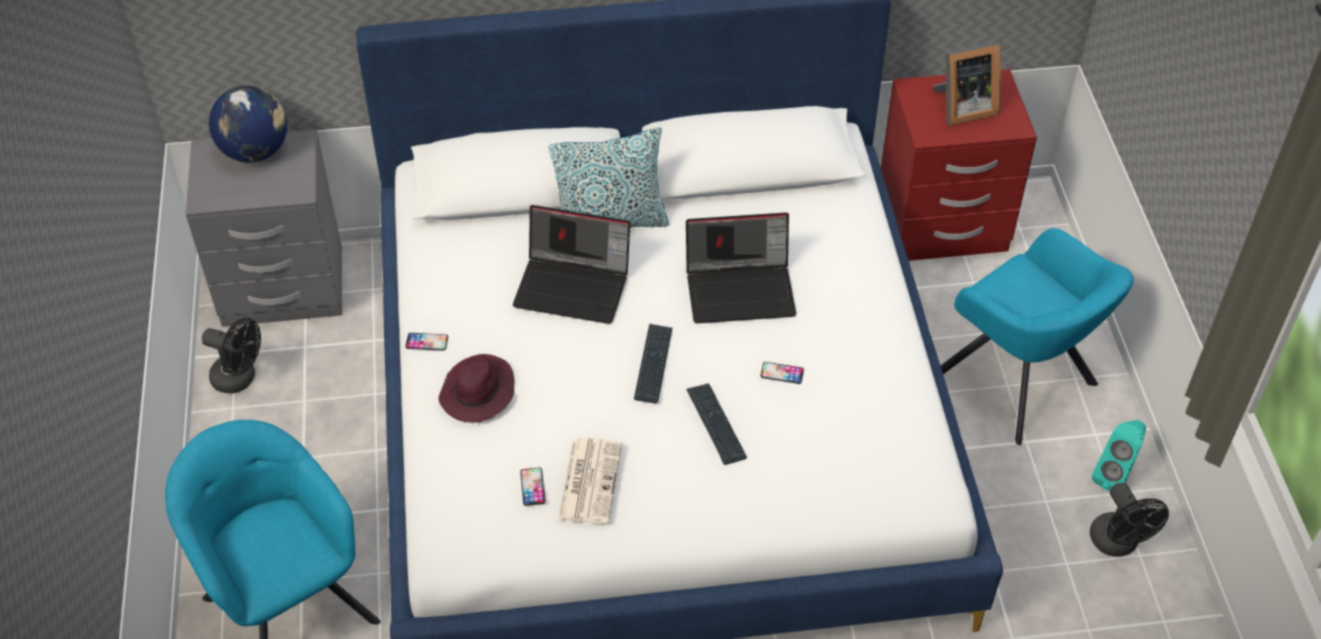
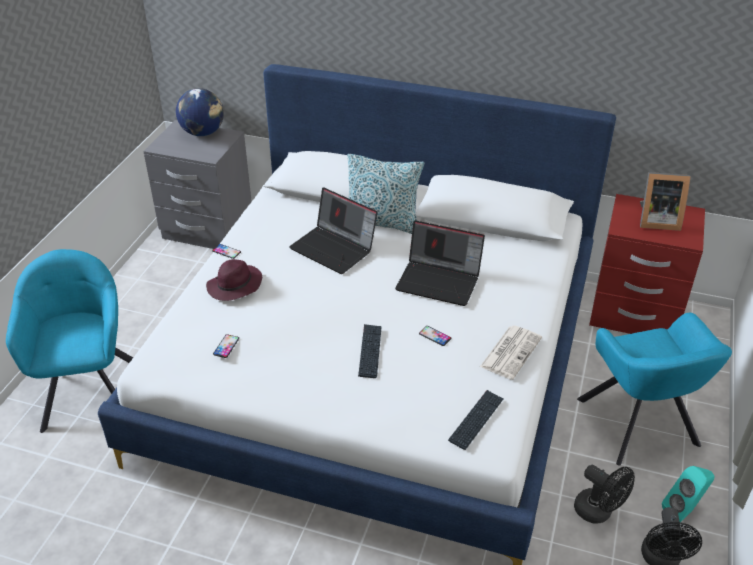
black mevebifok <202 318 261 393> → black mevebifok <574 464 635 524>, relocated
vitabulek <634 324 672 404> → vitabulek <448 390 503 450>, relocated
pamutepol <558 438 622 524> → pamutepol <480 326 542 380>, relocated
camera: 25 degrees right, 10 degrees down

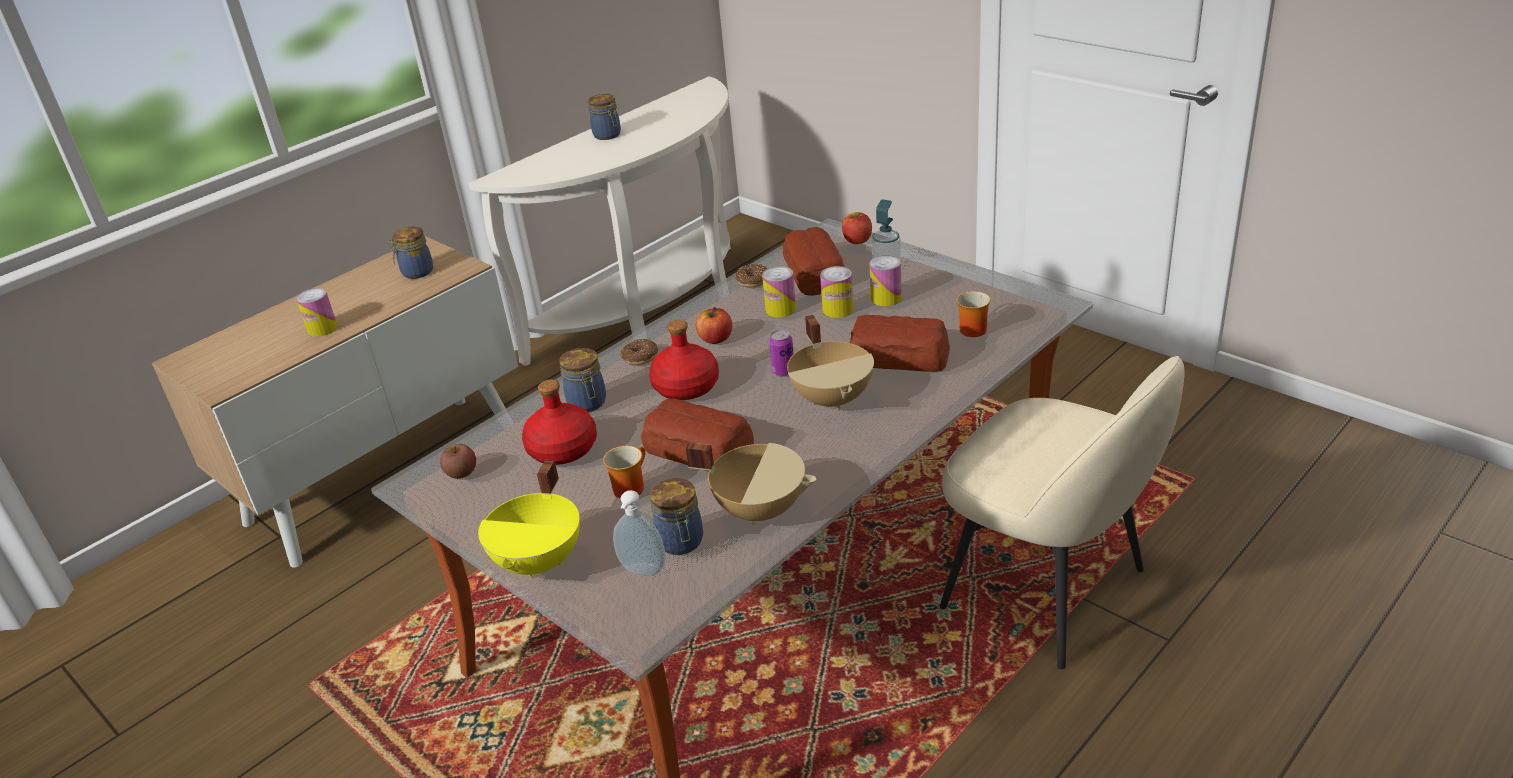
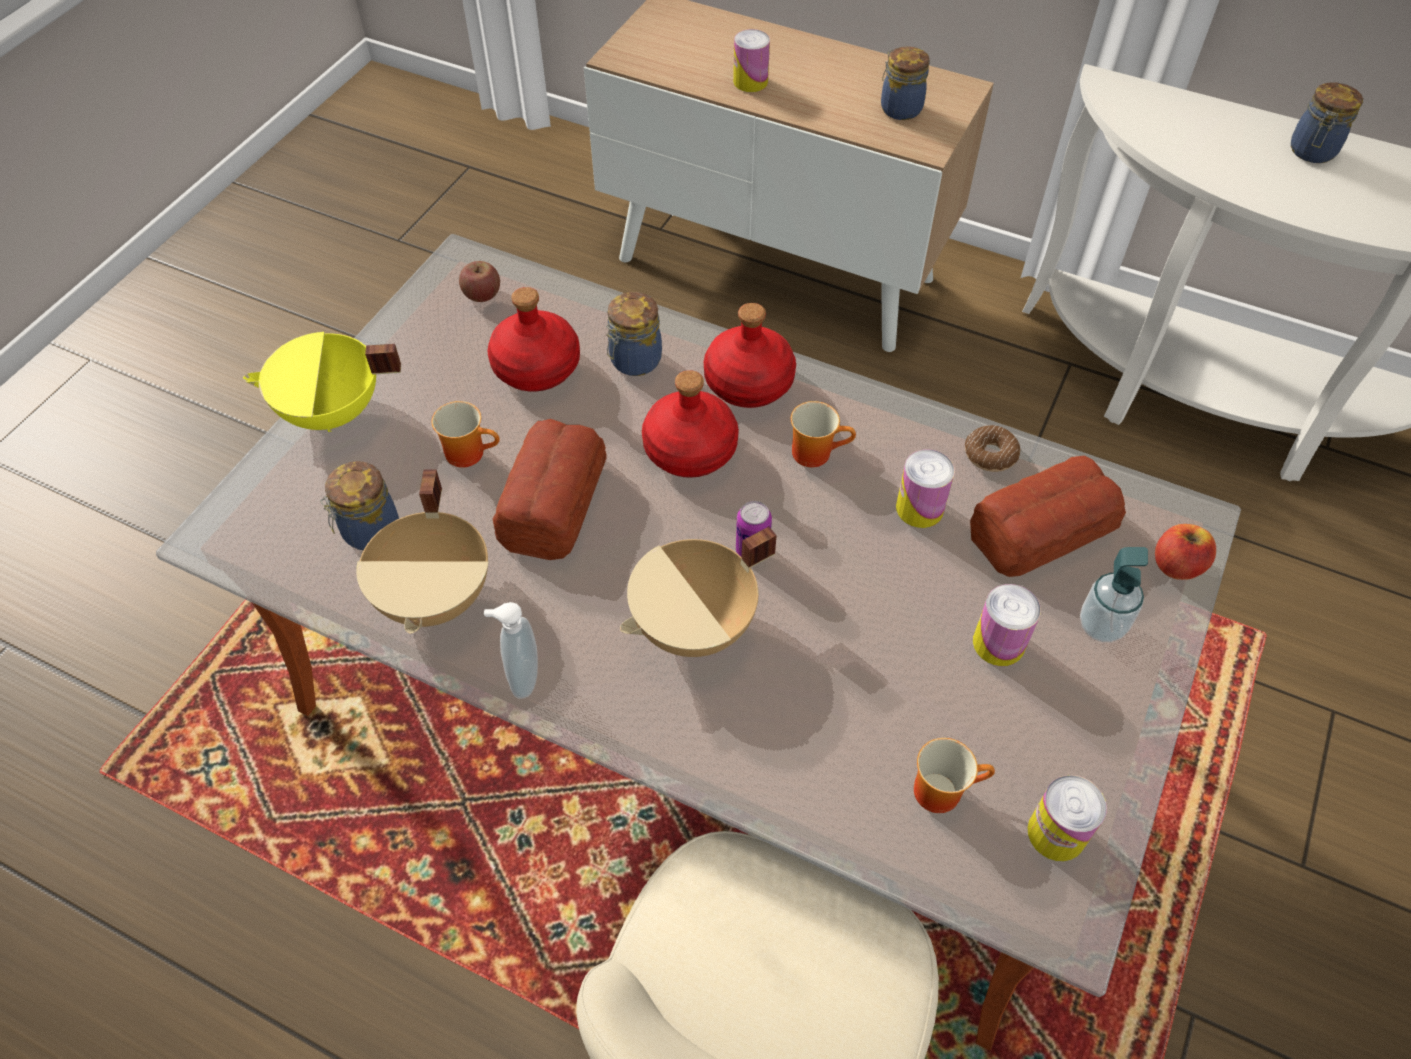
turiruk <820 266 853 318> → turiruk <1027 775 1107 862>, relocated
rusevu <696 307 732 344> → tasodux <791 401 856 468>
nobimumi <850 315 950 372> → -
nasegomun <621 339 658 365> → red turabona <704 303 796 408>
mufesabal <613 490 666 576> → mufesabal <484 602 538 699>, relocated
camera: 70 degrees right, 20 degrees up

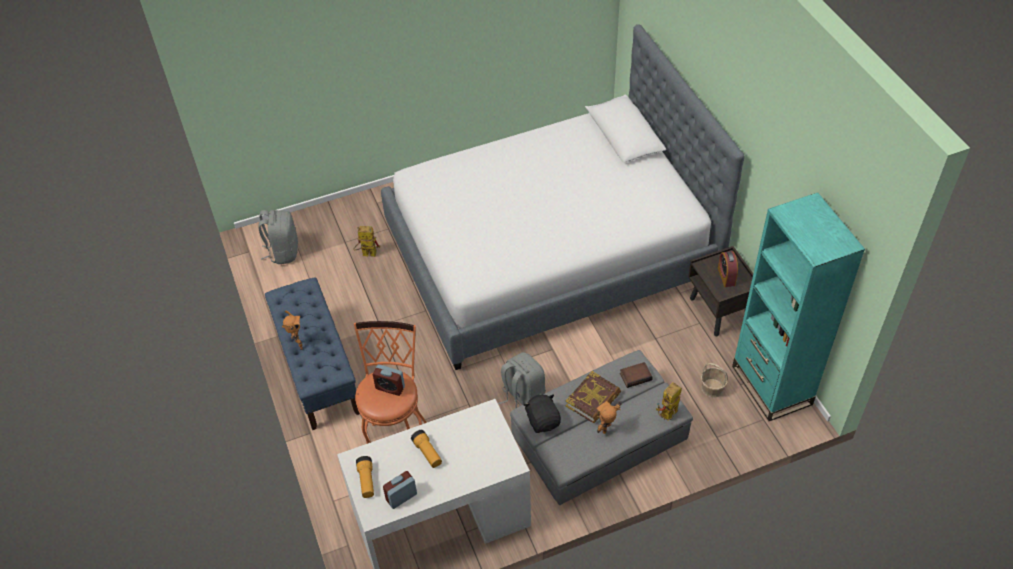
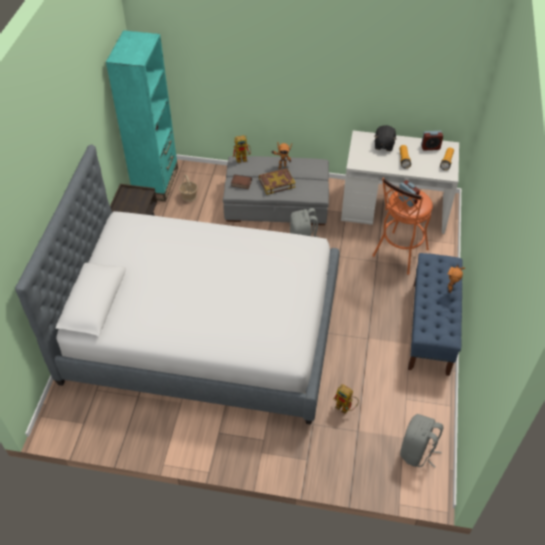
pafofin <718 251 738 287> → -
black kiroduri <524 394 561 433> → black kiroduri <374 125 396 151>, relocated
camera: 150 degrees left, 0 degrees up

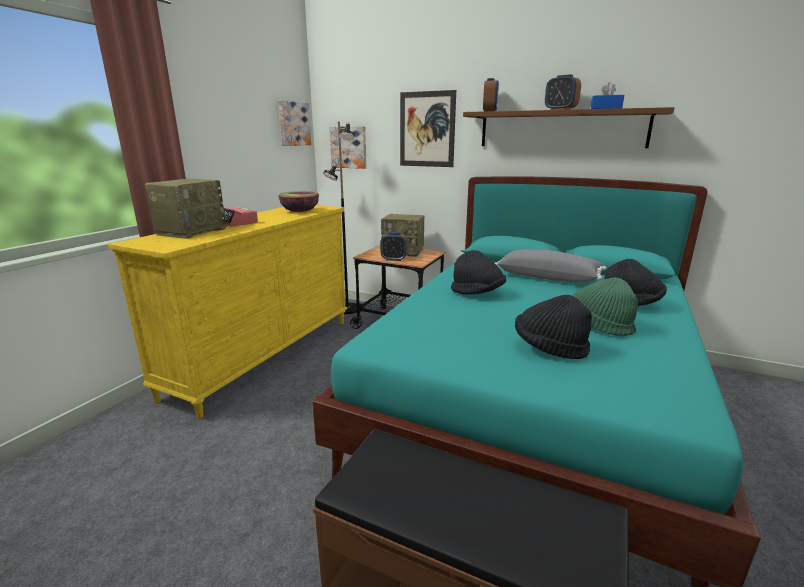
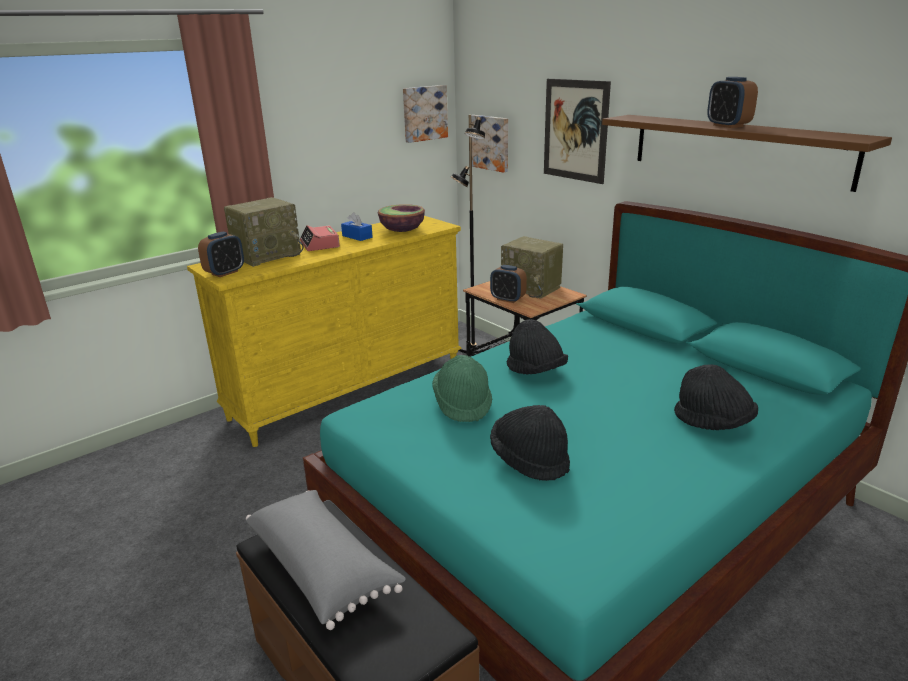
pafofin <483 78 499 111> → pafofin <198 232 244 277>, relocated
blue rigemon <591 82 624 109> → blue rigemon <341 212 373 241>, relocated
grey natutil <495 249 607 283> → grey natutil <246 490 406 630>, relocated
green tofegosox <572 278 638 336> → green tofegosox <432 355 493 422>, relocated
camera: 25 degrees right, 5 degrees up

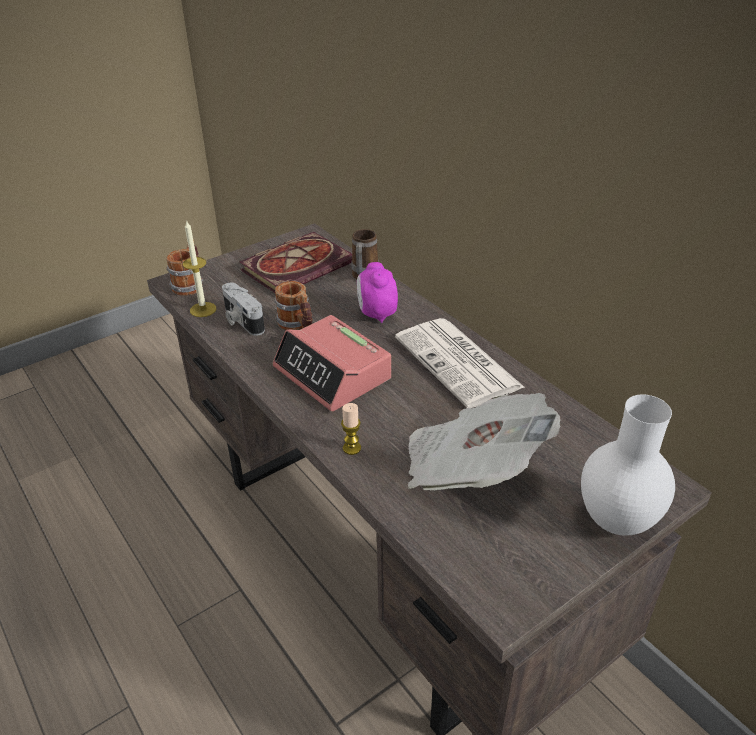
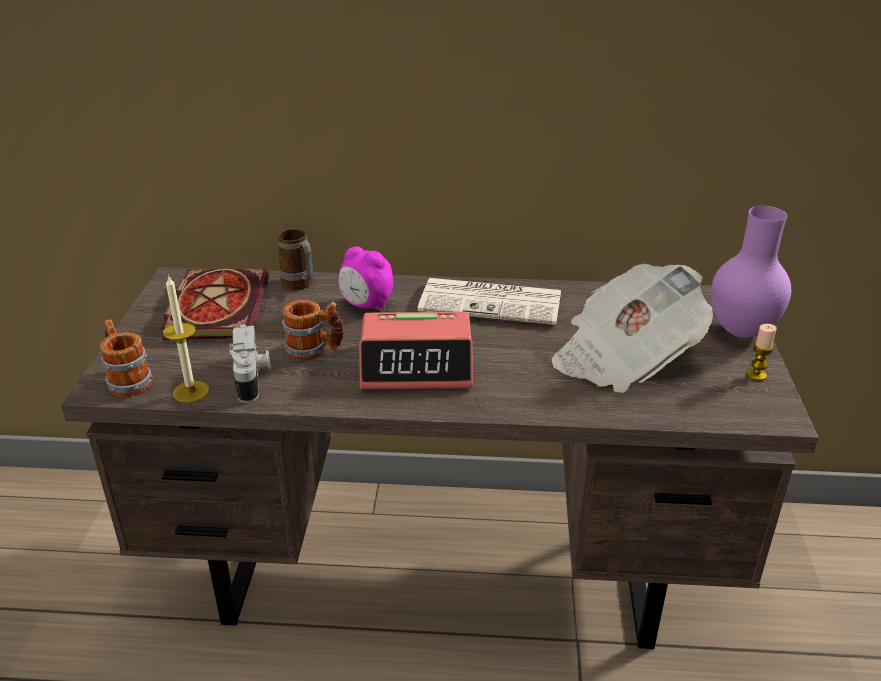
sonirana <222 283 265 336> → sonirana <229 324 271 403>, 105 degrees counterclockwise
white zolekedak <581 394 675 536> → purple zolekedak <711 206 791 338>
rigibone <341 403 361 455> → rigibone <747 324 777 381>, relocated
camera: 50 degrees left, 5 degrees down

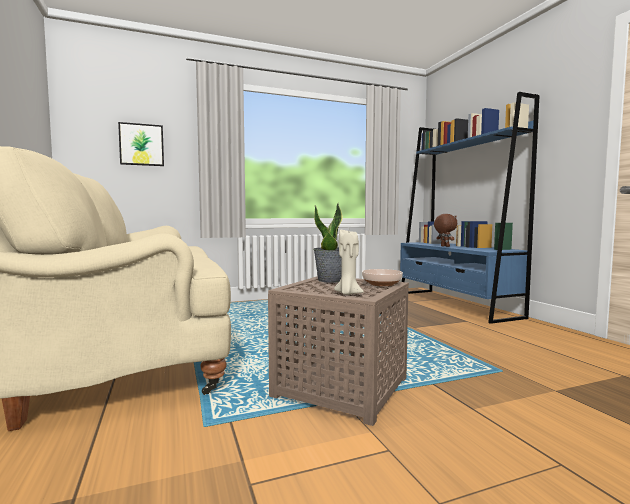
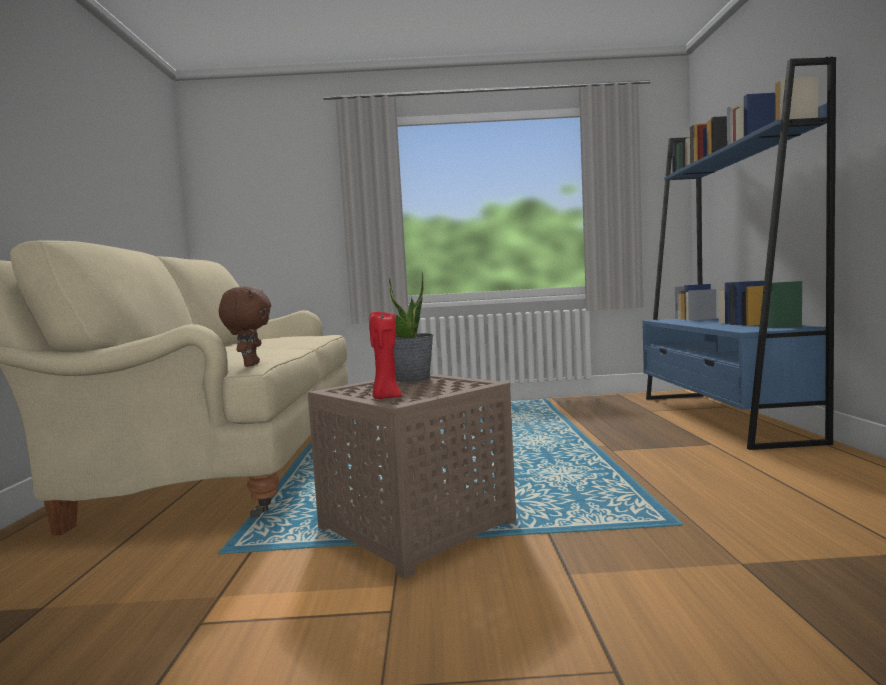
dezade <118 122 164 166> → -
brown kiroduri <434 214 458 247> → brown kiroduri <219 286 271 367>, relocated
beige rigibone <334 230 364 295> → red rigibone <369 311 402 399>
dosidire <362 269 403 286> → -
camera: 20 degrees right, 0 degrees up

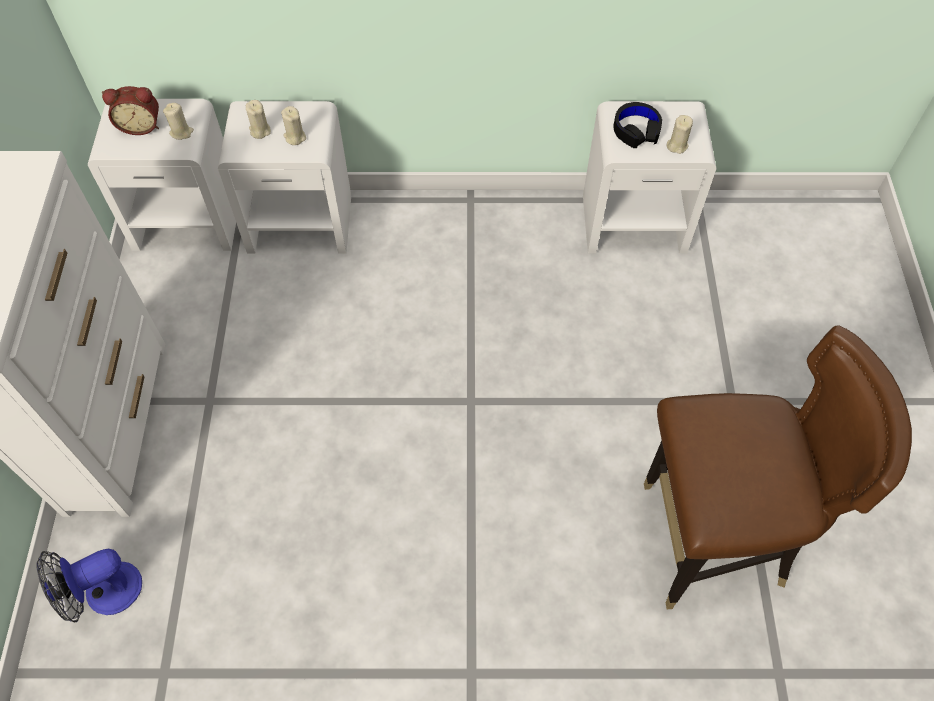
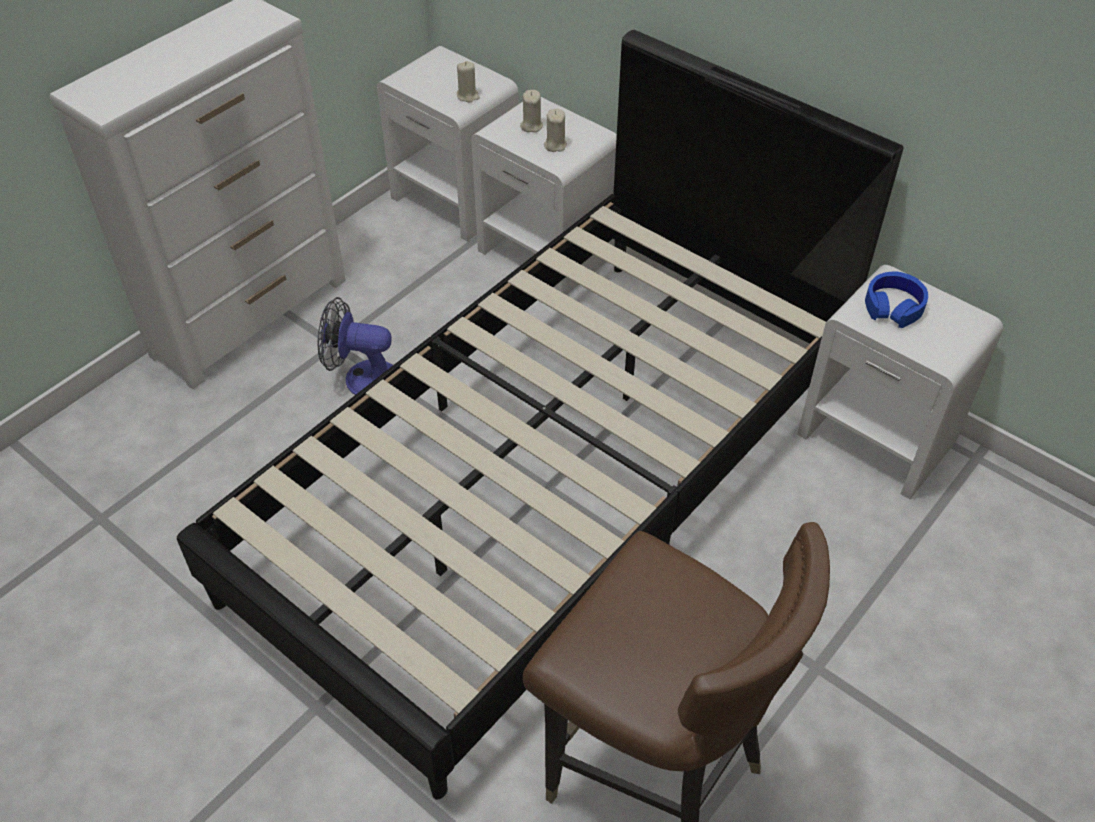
pafofin <102 86 159 135> → -
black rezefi <614 102 662 148> → blue rezefi <865 271 928 328>
beige rigibone <667 115 693 154> → -
mevebifok <36 549 142 622> → mevebifok <318 297 393 395>, relocated
- → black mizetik <177 30 904 800>
camera: 40 degrees right, 10 degrees down

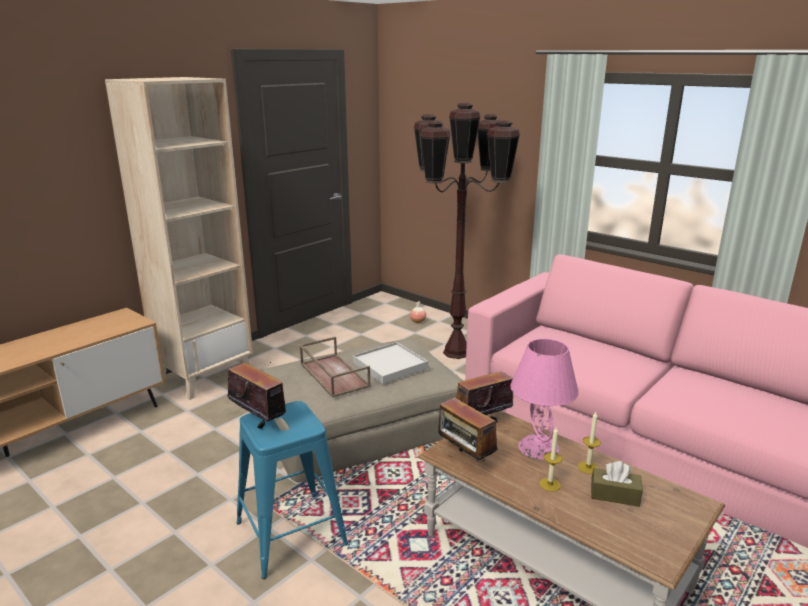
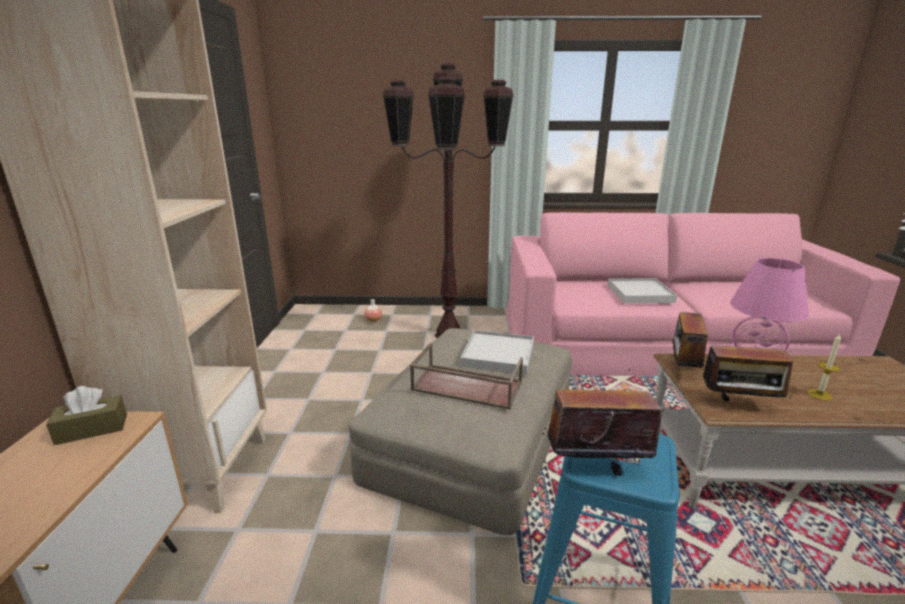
rigibone <578 412 601 474> → -
brown rigemon <591 461 643 507> → brown rigemon <46 386 127 445>, relocated
- → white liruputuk <607 278 677 303>
camera: 40 degrees left, 0 degrees up

